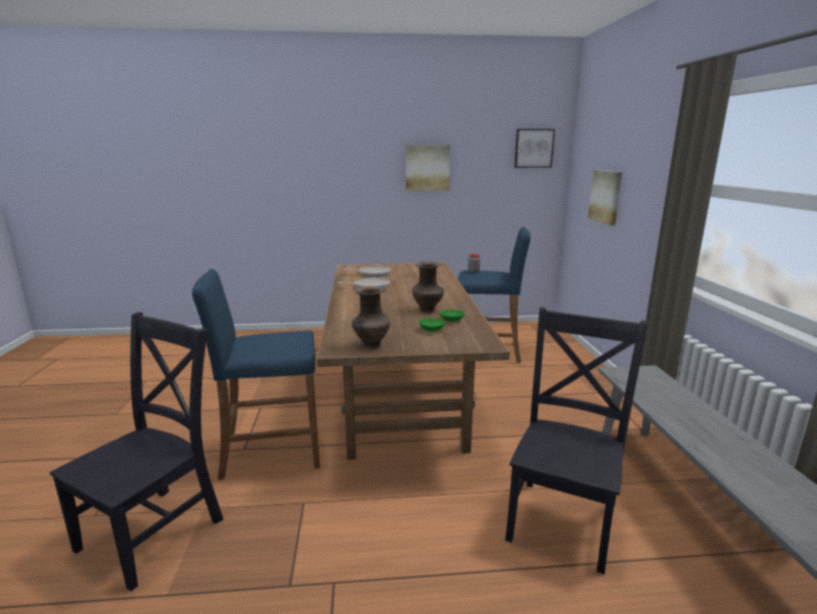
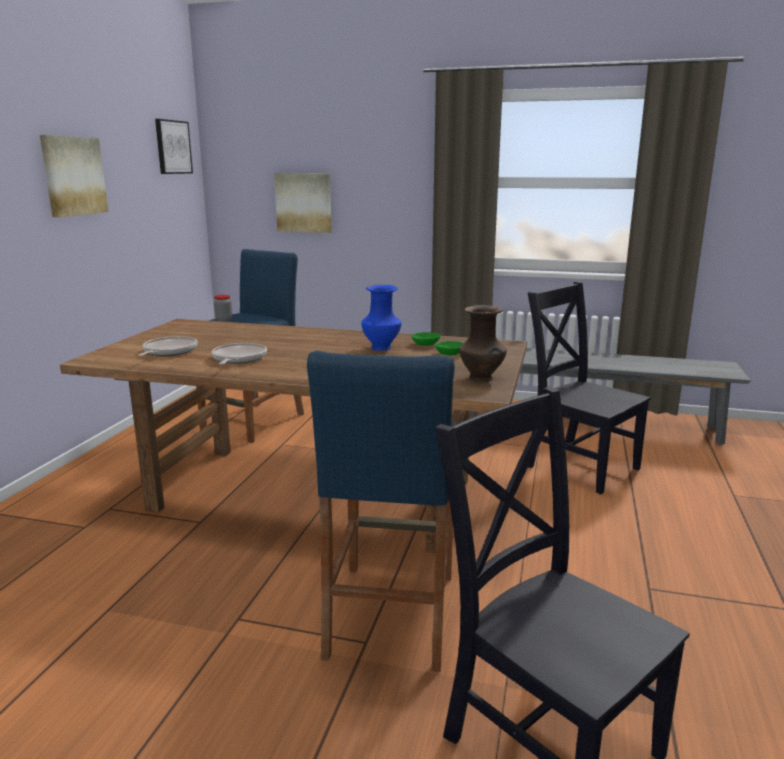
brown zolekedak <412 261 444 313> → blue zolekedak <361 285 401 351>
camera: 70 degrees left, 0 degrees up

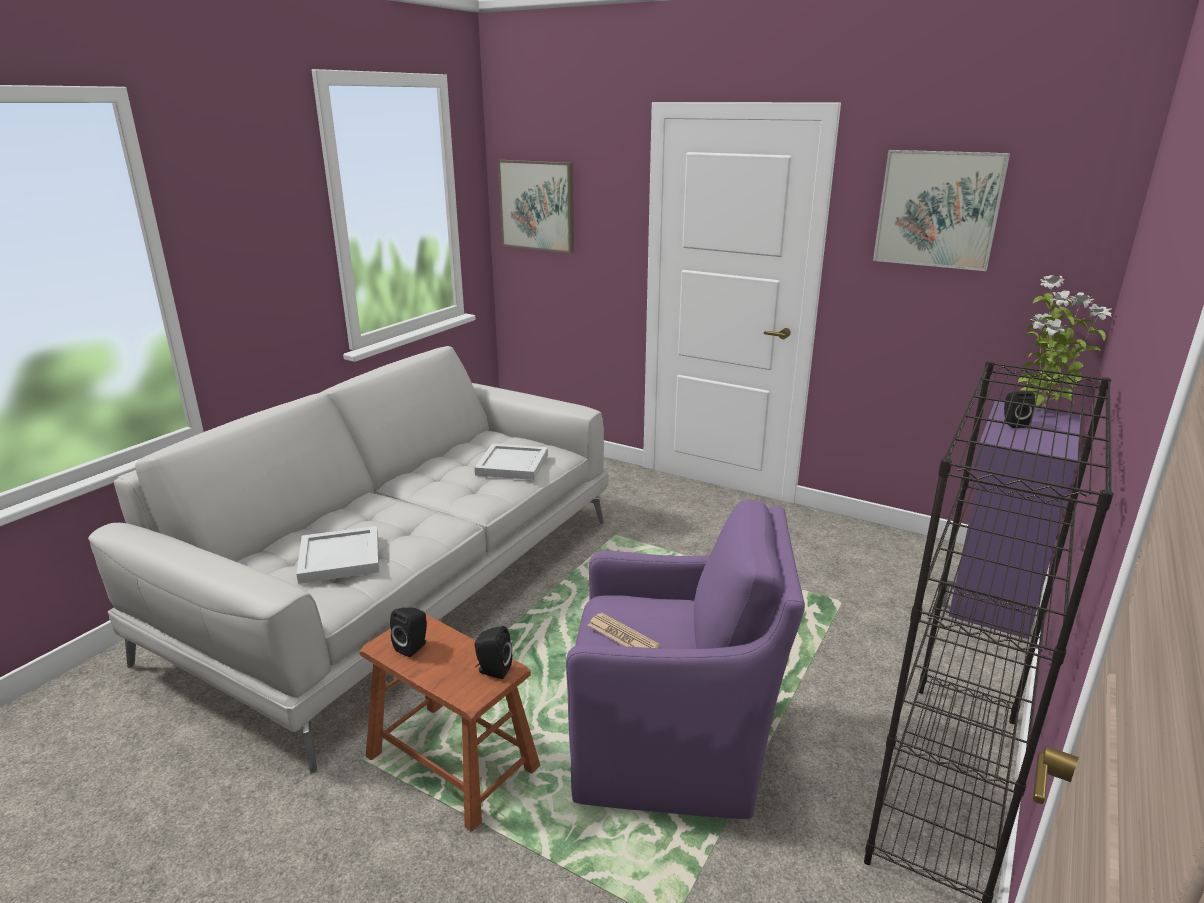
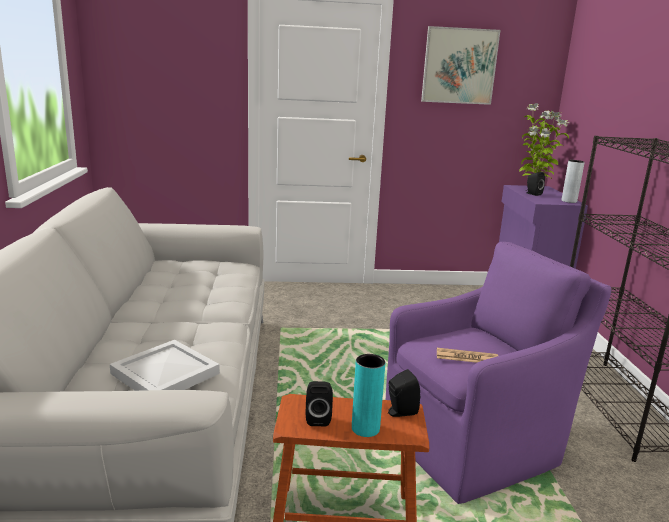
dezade <498 160 574 253> → -
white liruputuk <475 444 548 480> → -
- → grey zolekedak <562 160 585 203>
- → turquoise zolekedak <352 354 385 437>
camera: 35 degrees left, 5 degrees down

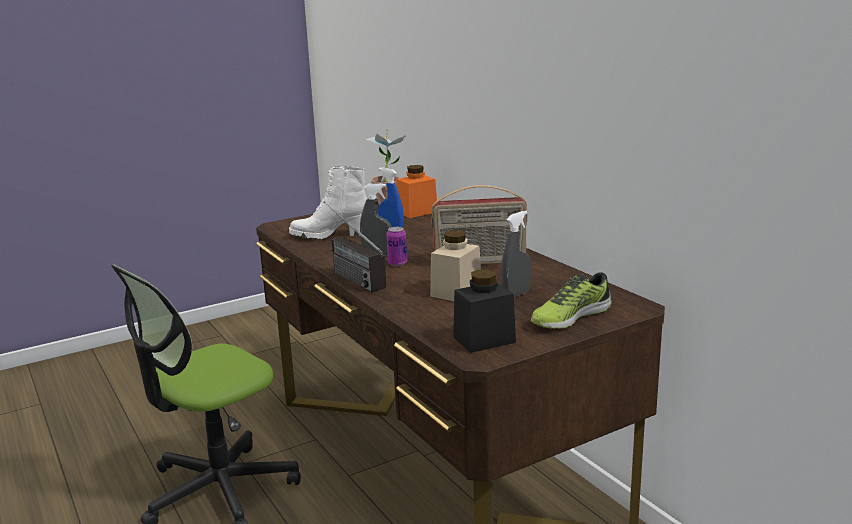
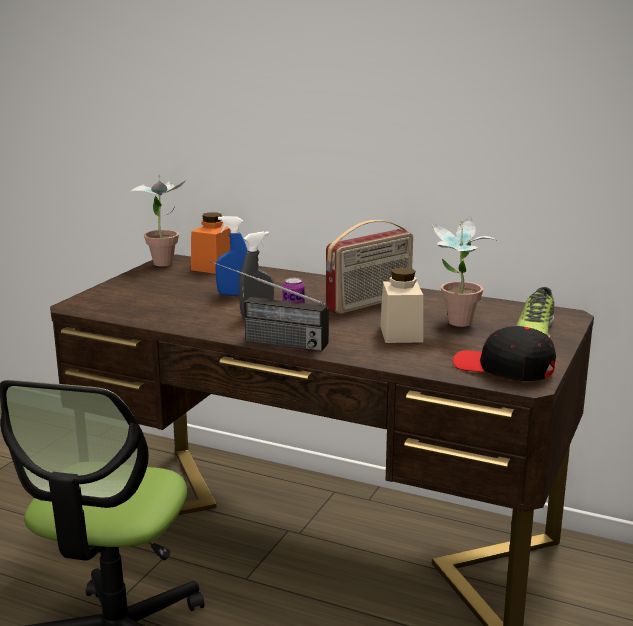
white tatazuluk <289 166 367 239> → -
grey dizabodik <501 211 531 297> → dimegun <431 215 498 327>
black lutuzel <453 269 516 353> → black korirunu <453 326 556 381>
camera: 35 degrees left, 0 degrees up

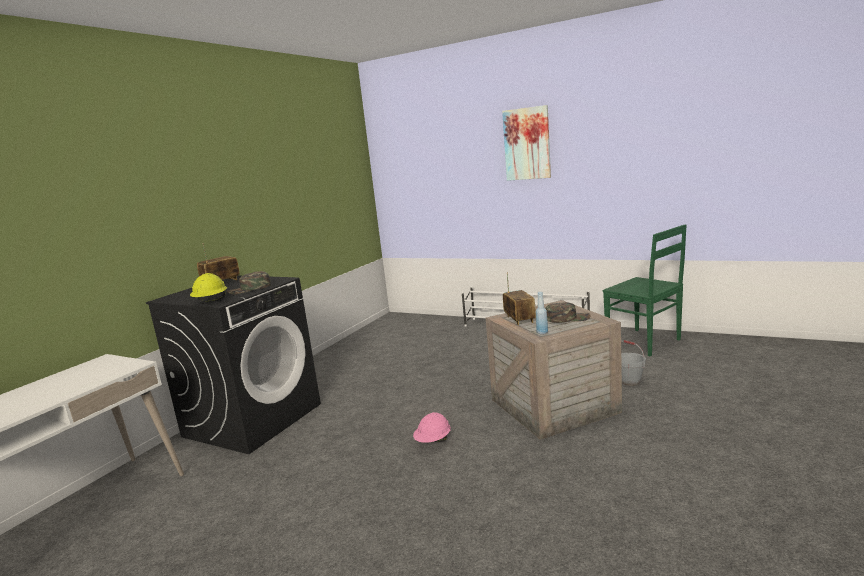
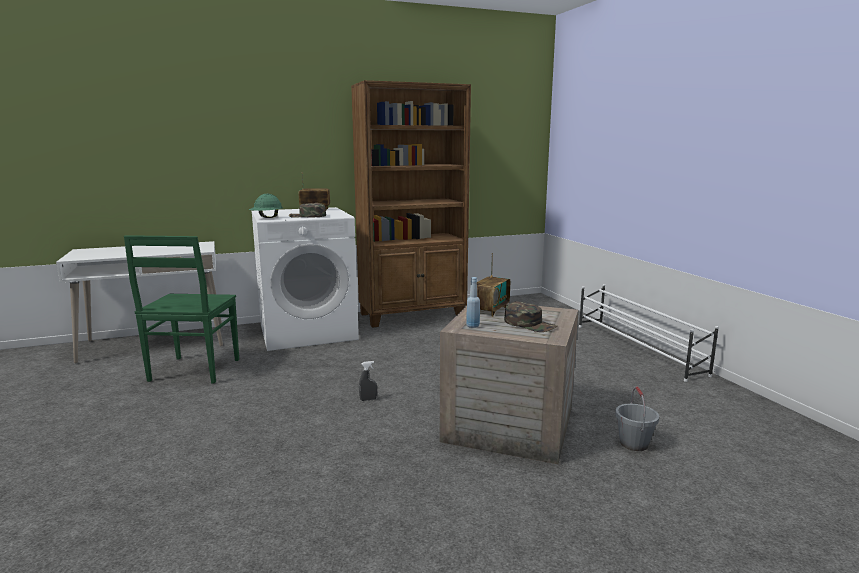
dezade <502 105 551 181> → -
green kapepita <603 225 687 356> → green kapepita <124 235 239 384>, relocated
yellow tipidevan <190 273 227 302> → green tipidevan <249 194 283 218>
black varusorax <146 276 321 454> → white varusorax <252 207 359 351>
pink tipidevan <413 412 451 443> → grey dizabodik <359 361 377 401>
- → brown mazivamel <351 80 471 328>
camera: 40 degrees right, 0 degrees up

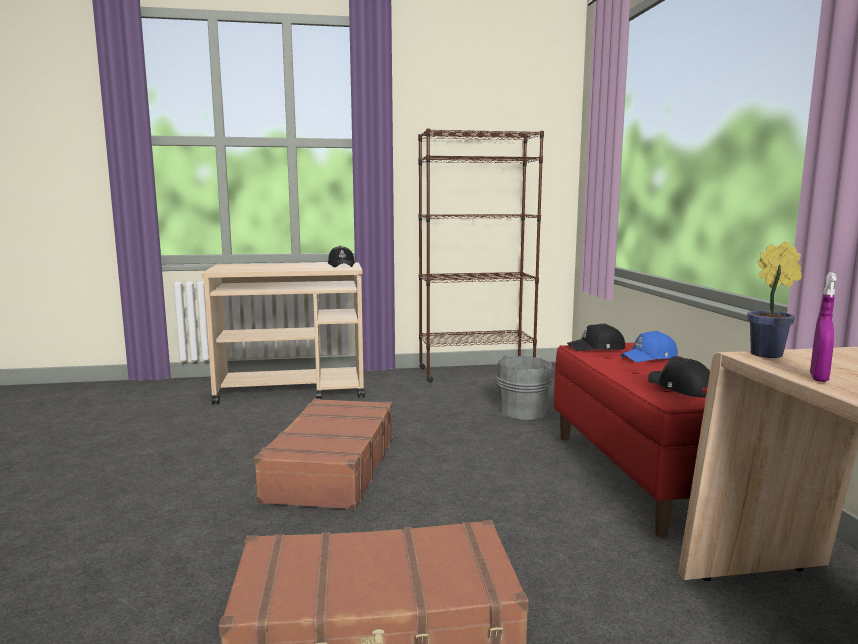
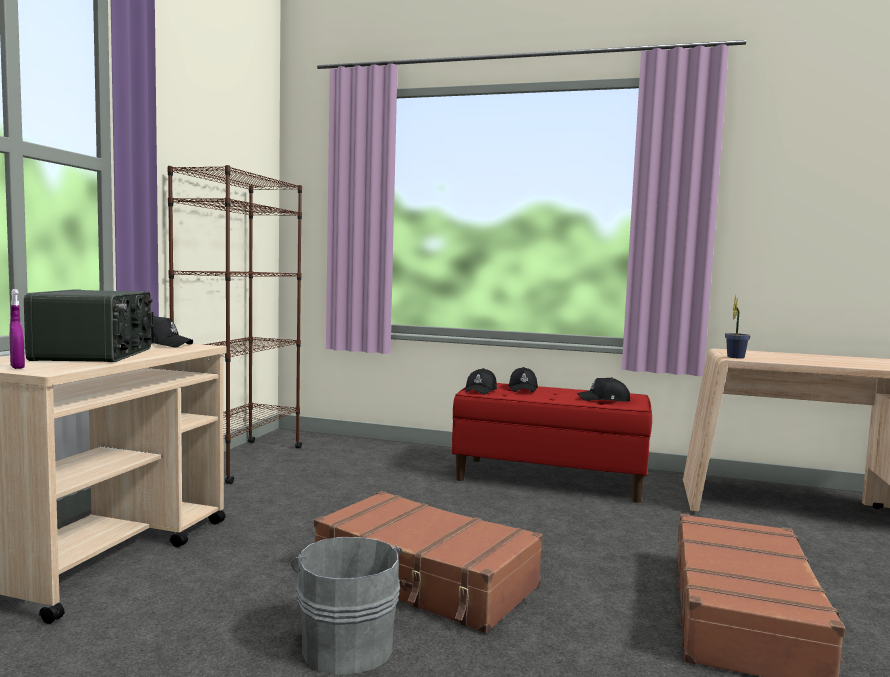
purple dizabodik <810 272 837 382> → purple dizabodik <10 289 25 369>, relocated
blue korirunu <621 331 678 362> → black korirunu <509 367 538 393>
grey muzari <496 355 555 420> → grey muzari <291 537 402 675>, relocated
- → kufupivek <24 289 154 362>
camera: 65 degrees left, 5 degrees down

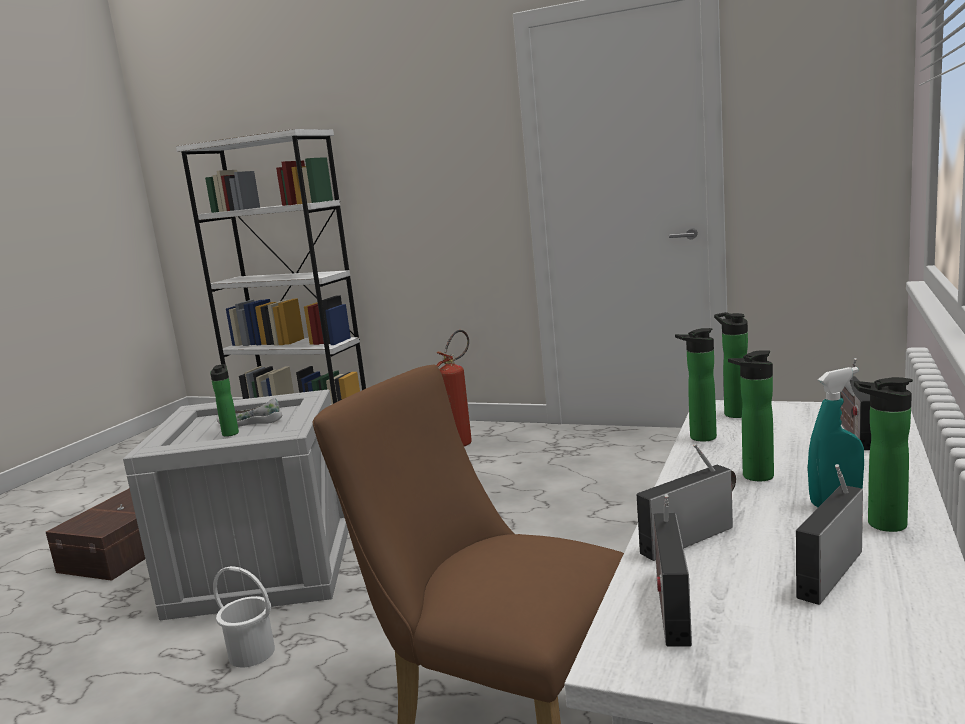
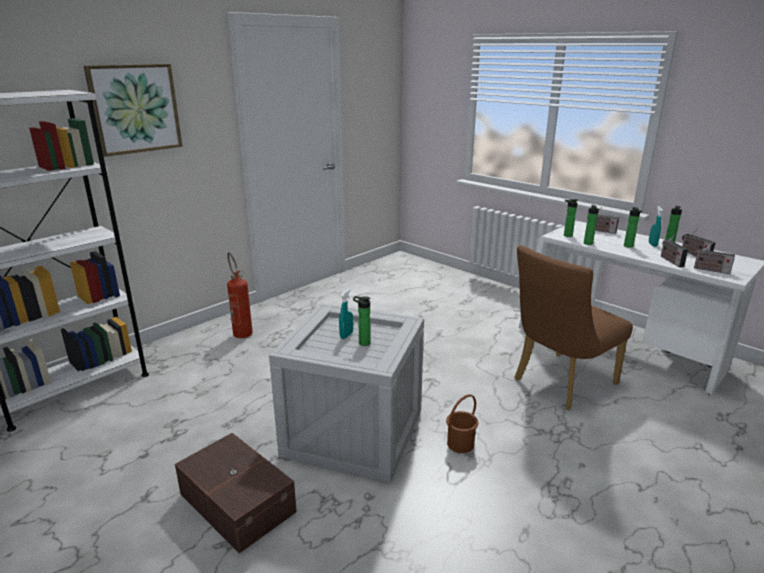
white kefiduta <217 398 282 427> → turquoise dizabodik <339 289 353 339>
white muzari <213 566 275 667> → brown muzari <446 394 478 453>
- → dezade <84 64 183 157>
camera: 70 degrees left, 10 degrees up

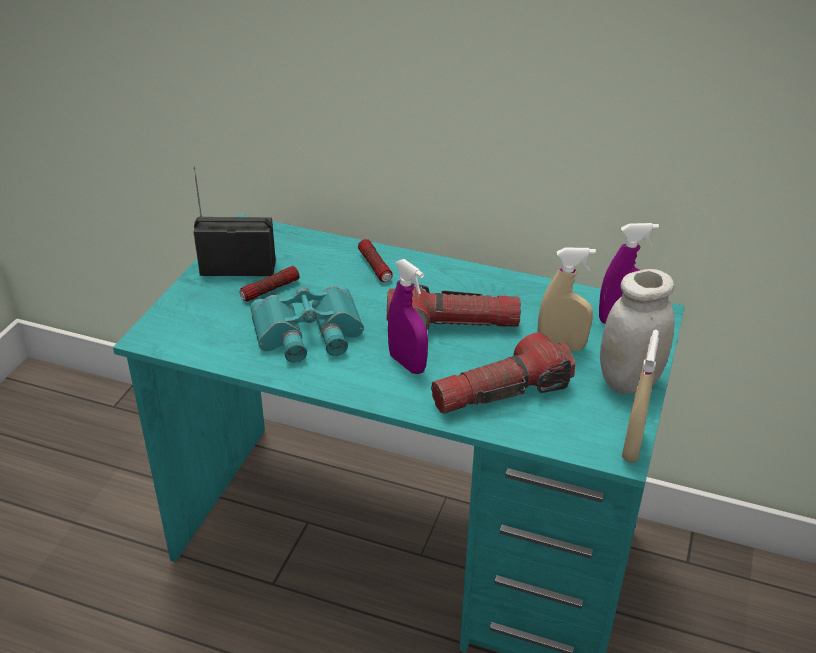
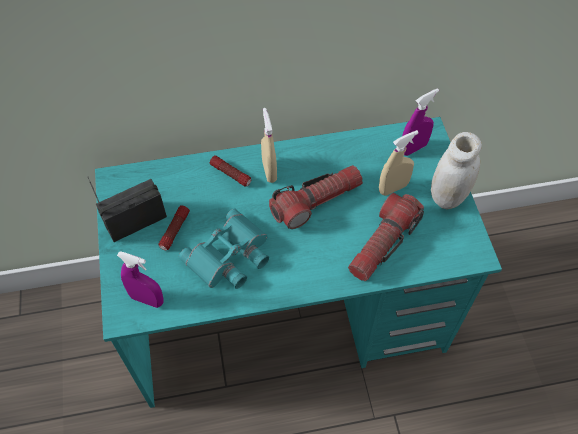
purple dizabodik <388 259 428 374> → purple dizabodik <117 251 164 308>, relocated
beige dizabodik <622 330 659 463> → beige dizabodik <261 108 277 183>, relocated
camera: 30 degrees left, 20 degrees up

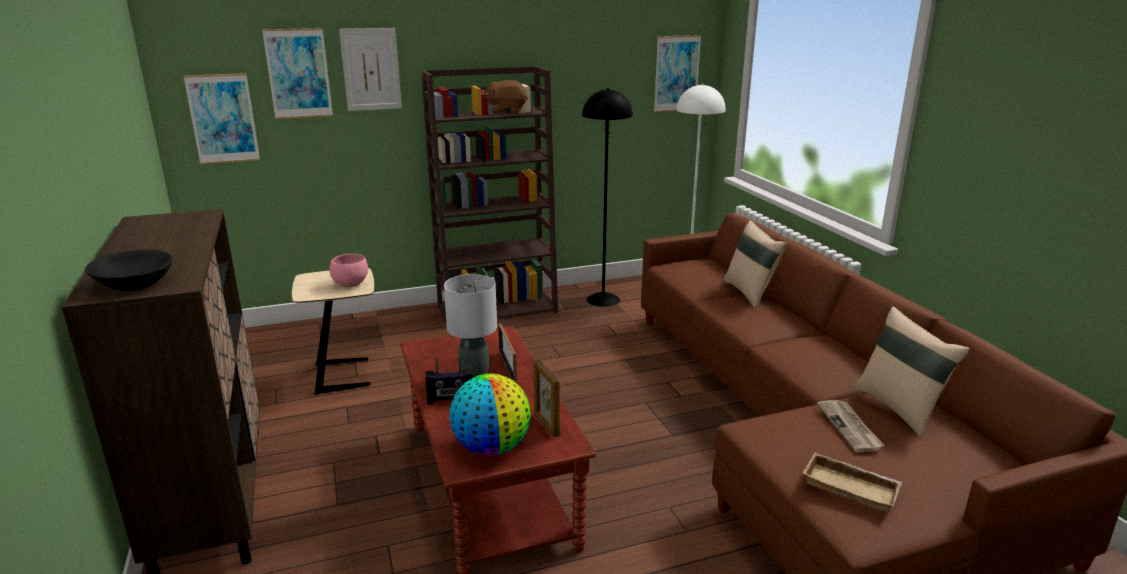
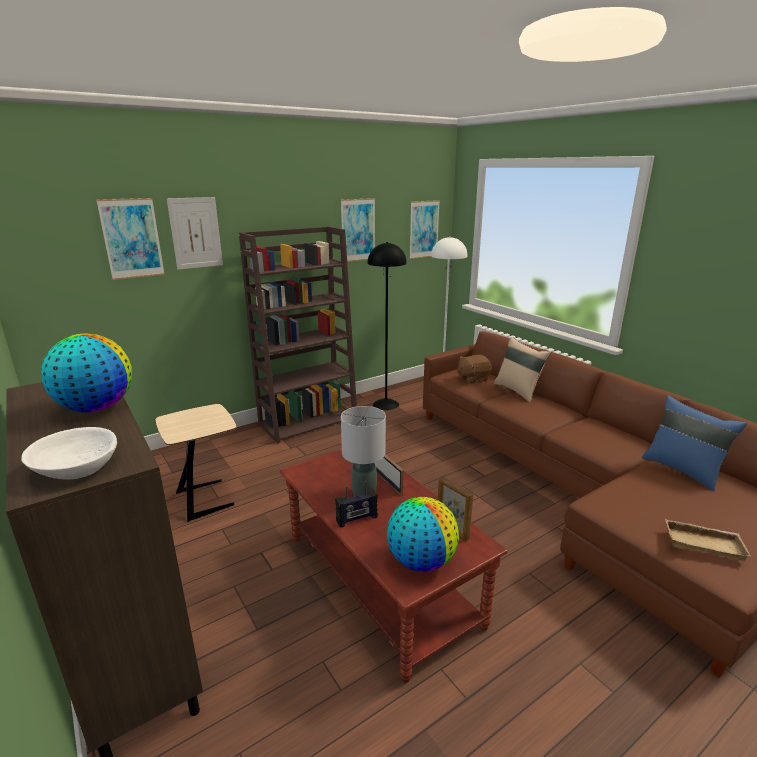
dezade <183 73 260 164> → dezade <341 198 375 262>, relocated
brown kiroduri <484 80 528 114> → brown kiroduri <457 355 492 383>, relocated
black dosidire <85 250 172 291> → white dosidire <21 427 117 480>
pink dosidire <329 254 368 287> → -
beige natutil <854 307 970 437> → blue natutil <642 395 747 491>
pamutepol <817 400 884 452> → -
- → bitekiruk <41 334 132 413>
camera: 15 degrees left, 0 degrees up

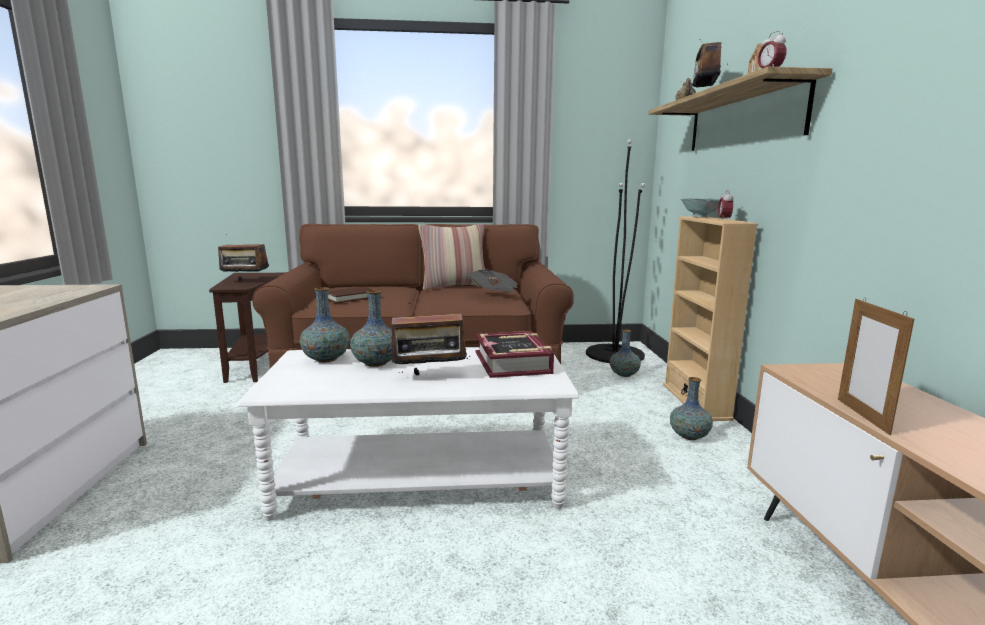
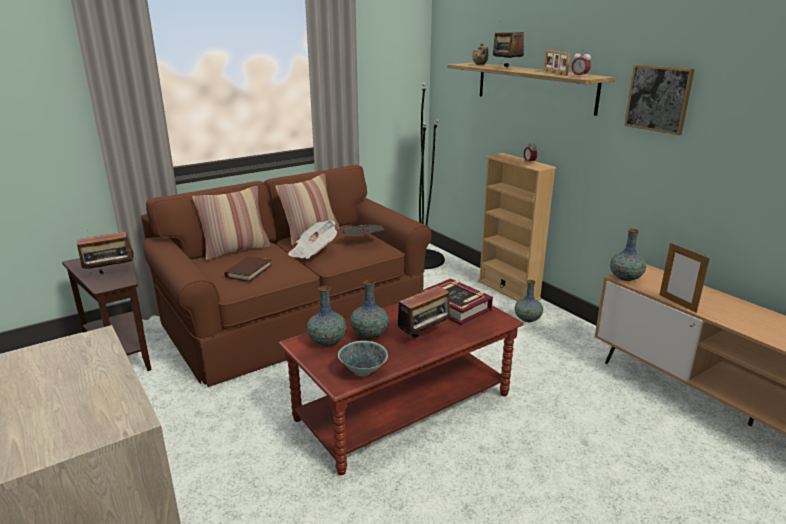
dosidire <681 198 720 217> → dosidire <338 341 388 376>, relocated
zolekedak <609 329 641 377> → zolekedak <610 229 646 281>, relocated
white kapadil <238 347 579 521> → brown kapadil <279 303 524 475>
- → dezade <624 64 695 135>
- → natutil <192 186 270 260>
- → pamutepol <288 220 337 259>
camera: 30 degrees left, 10 degrees up

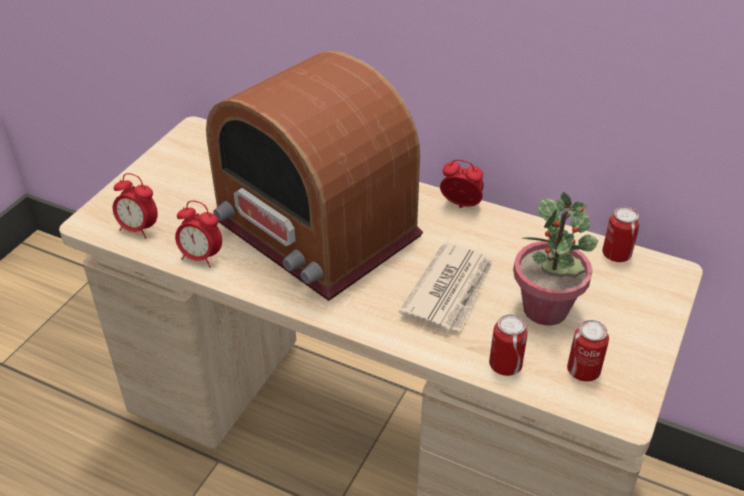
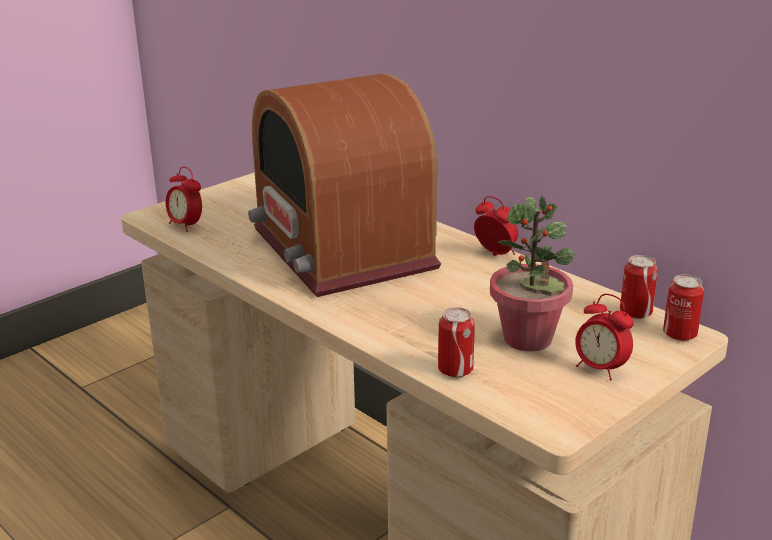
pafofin <175 201 222 267> → pafofin <575 294 634 381>, relocated
pamutepol <399 242 493 332> → -
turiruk <567 320 609 382> → turiruk <663 275 704 341>, relocated
camera: 20 degrees right, 15 degrees down

